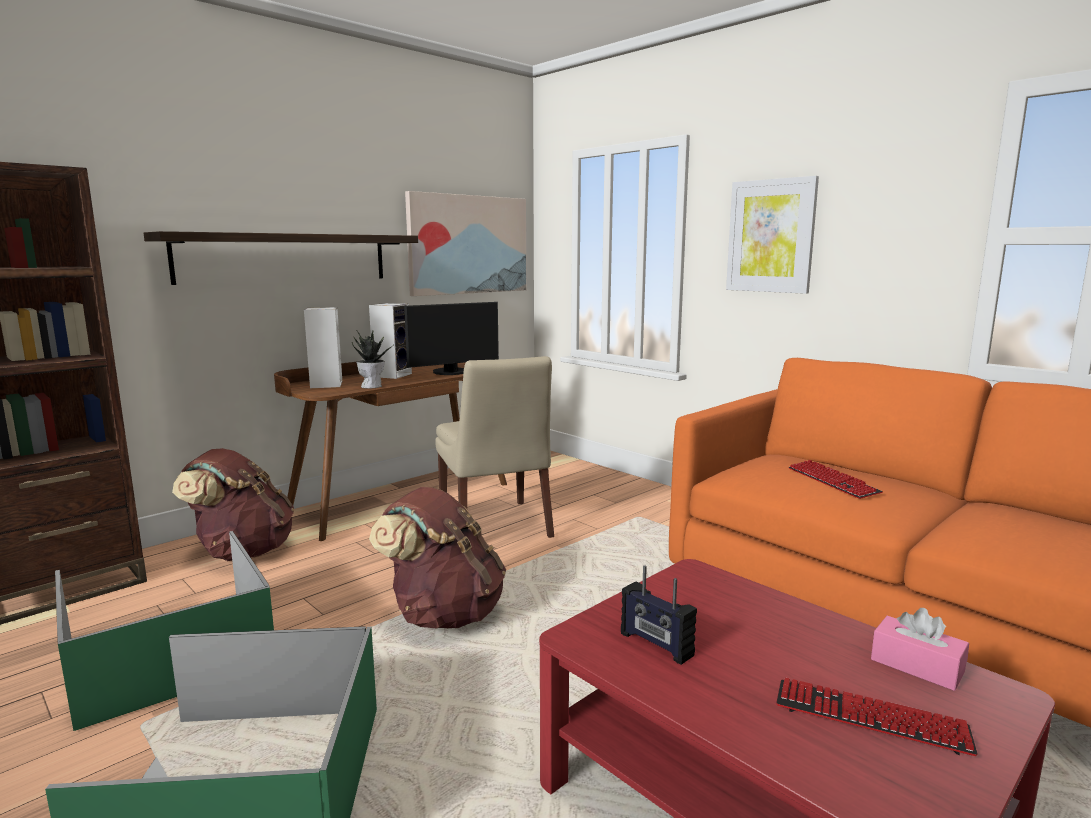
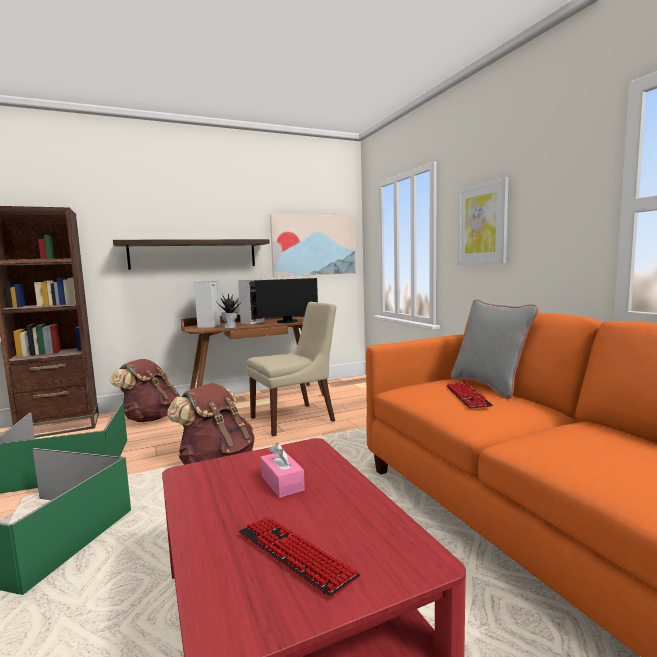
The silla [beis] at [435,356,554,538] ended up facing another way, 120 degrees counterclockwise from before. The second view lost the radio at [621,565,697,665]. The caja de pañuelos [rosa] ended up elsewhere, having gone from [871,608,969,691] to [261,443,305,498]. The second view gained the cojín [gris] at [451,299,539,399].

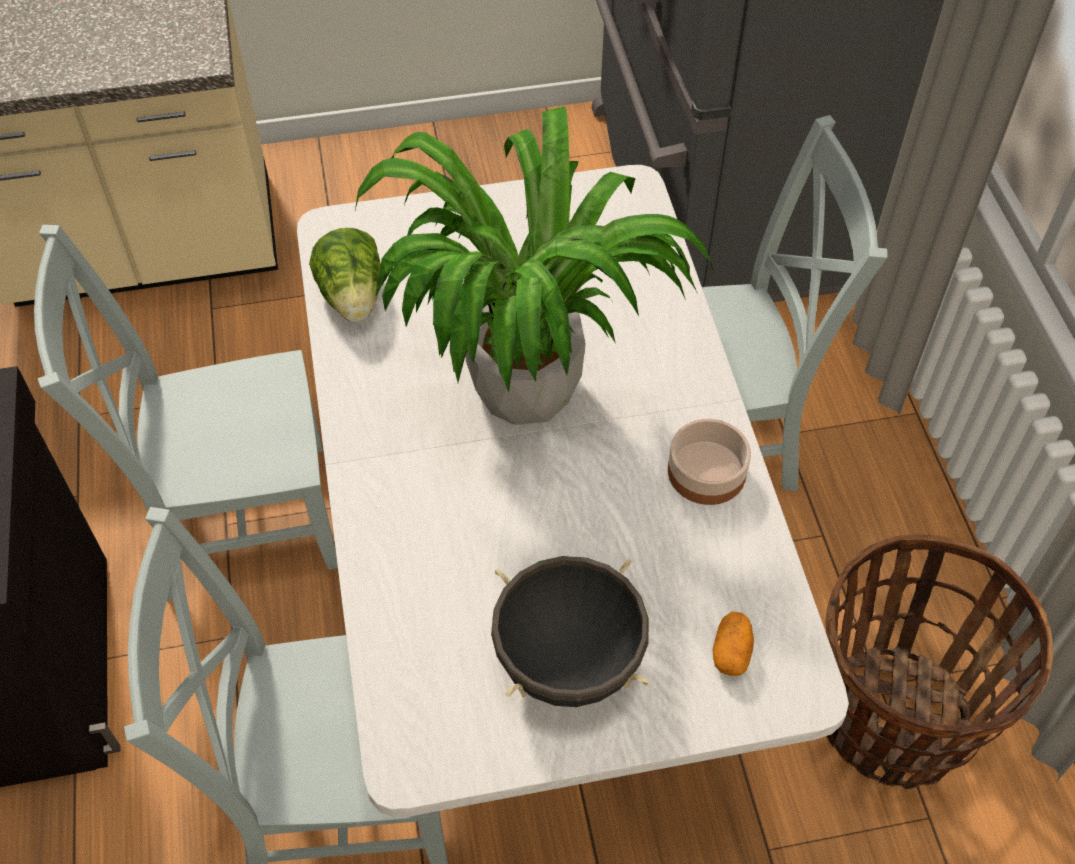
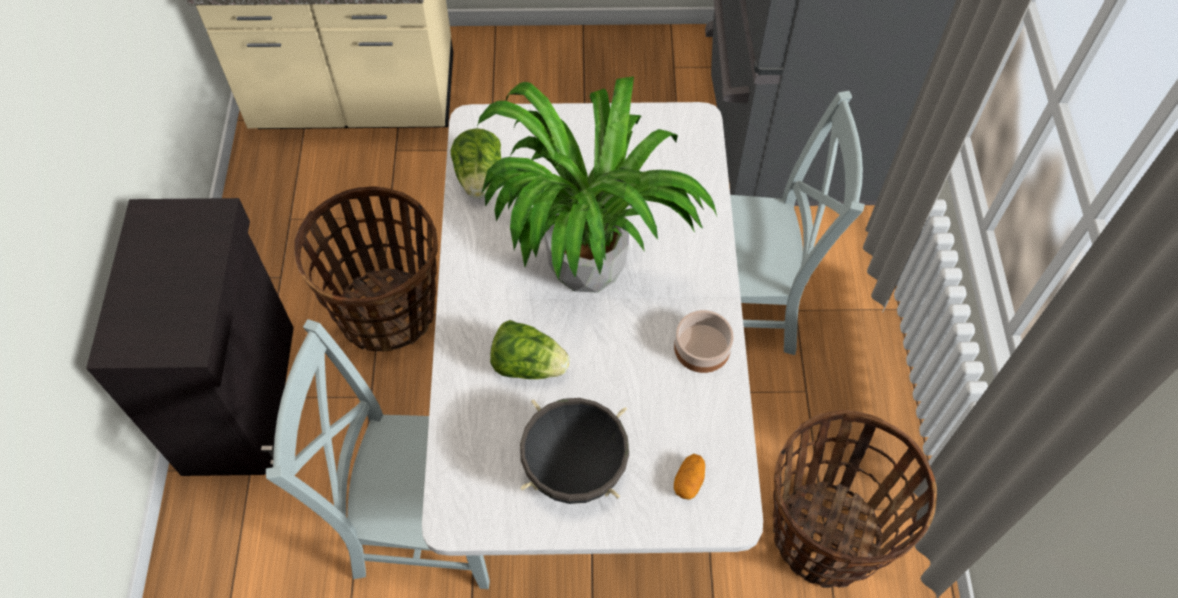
Where the silla [gris] stood at [34,225,338,601], the cesta came to stand at [294,186,438,352]. The second view gained the lechuga at [490,320,570,379].

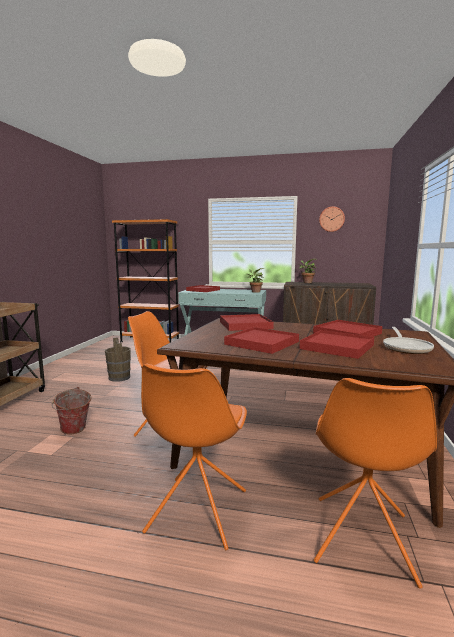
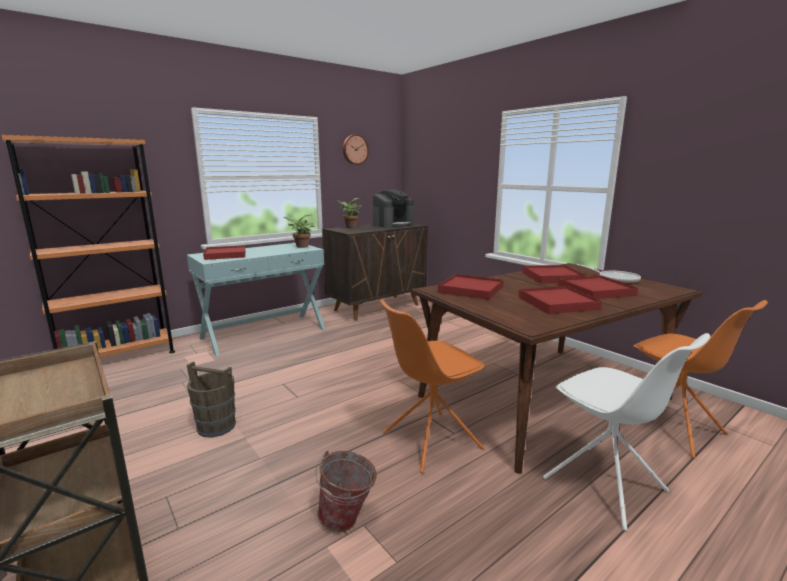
What was the silla [naranja] at [141,364,247,550] turned into the silla [blanco] at [543,333,710,531]. The second view gained the cafetera at [372,190,414,228].

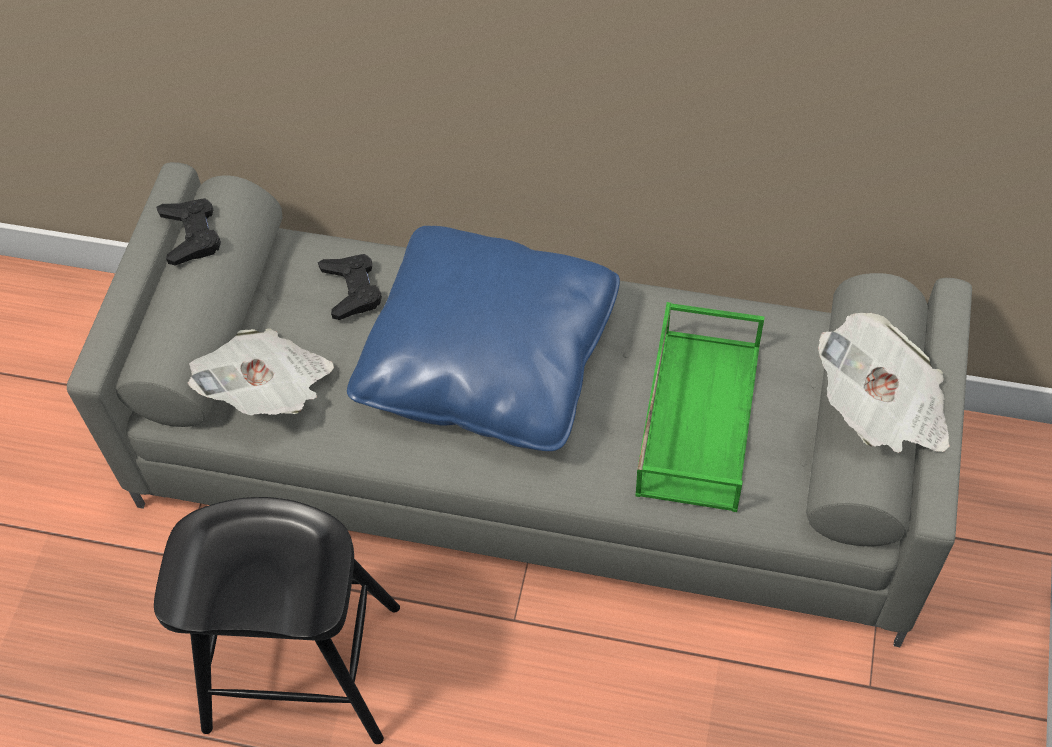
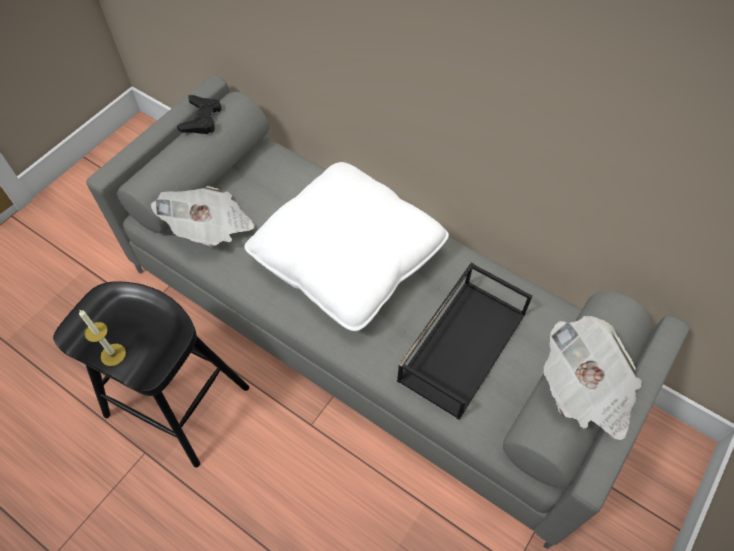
What was the cojín [azul] at [347,226,620,451] turned into the cojín [blanco] at [245,162,449,331]. The second view lost the mando de consola [negro] at [318,254,382,320]. What was the bandeja [verde] at [635,302,765,512] turned into the bandeja [negro] at [397,262,532,420]. The second view gained the vela at [79,310,126,366].

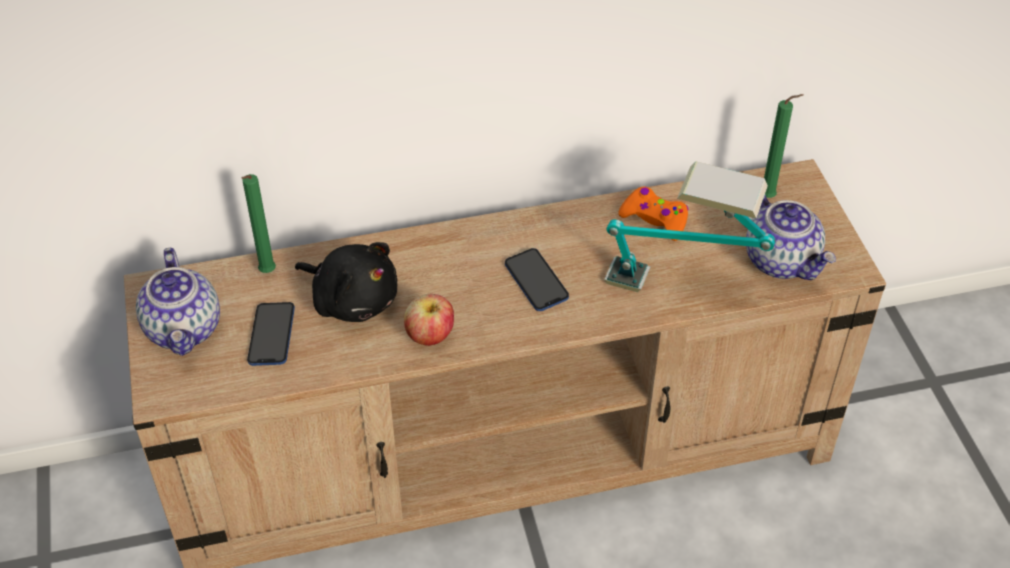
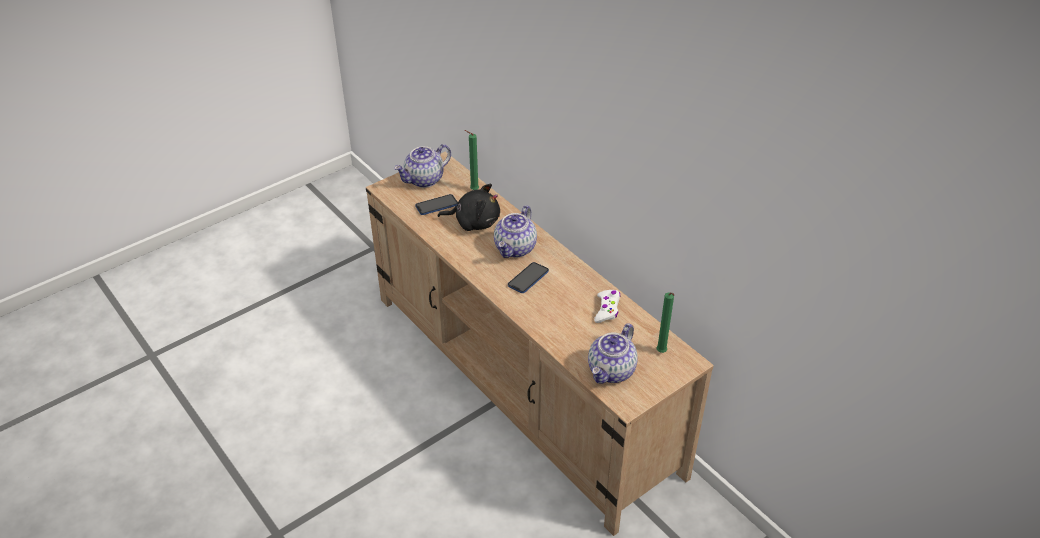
The second view lost the lámpara de mesa at [604,162,776,292]. What was the mando de consola [naranja] at [618,186,689,241] turned into the mando de consola [blanco] at [594,290,620,323]. The peluche [negro] at [295,242,397,322] ended up facing another way, 90 degrees counterclockwise from before. The second view lost the manzana at [404,294,454,346]. The second view gained the tetera at [494,205,537,258].

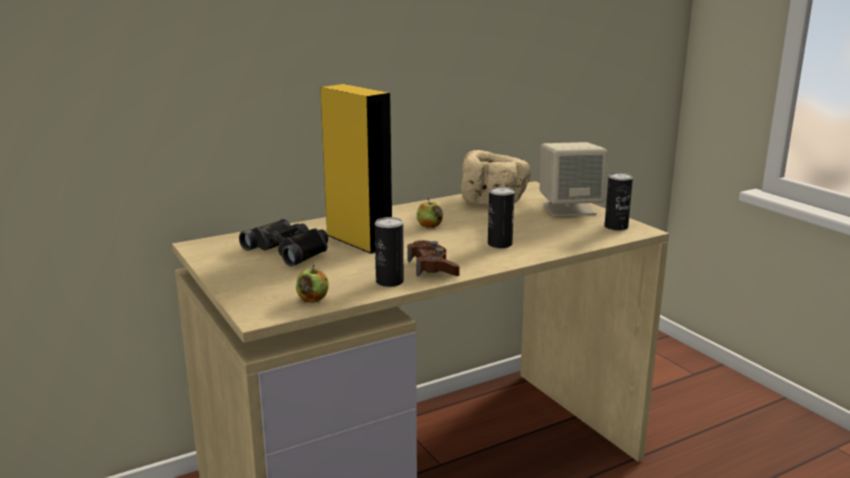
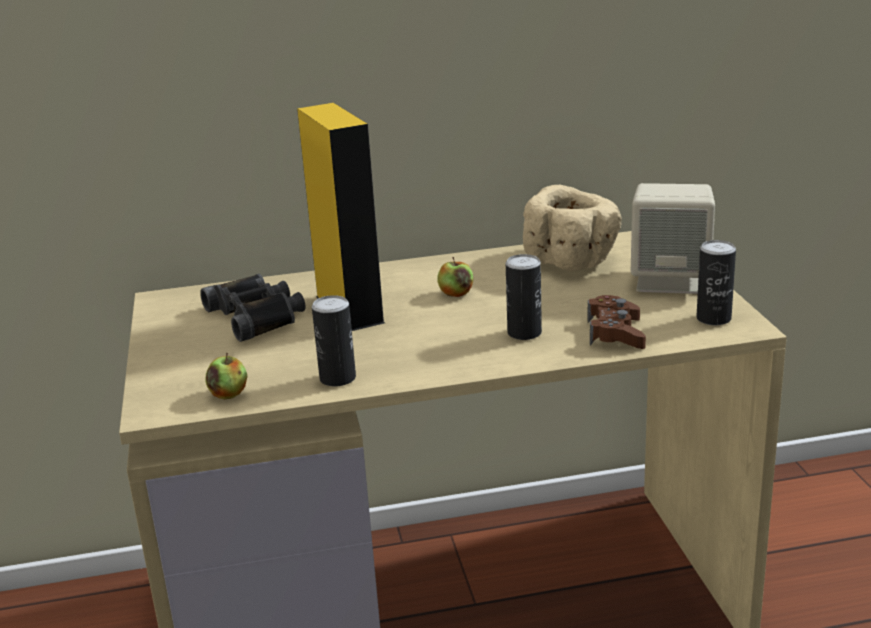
The mando de consola [marrón] ended up elsewhere, having gone from [407,240,460,277] to [587,295,646,349].

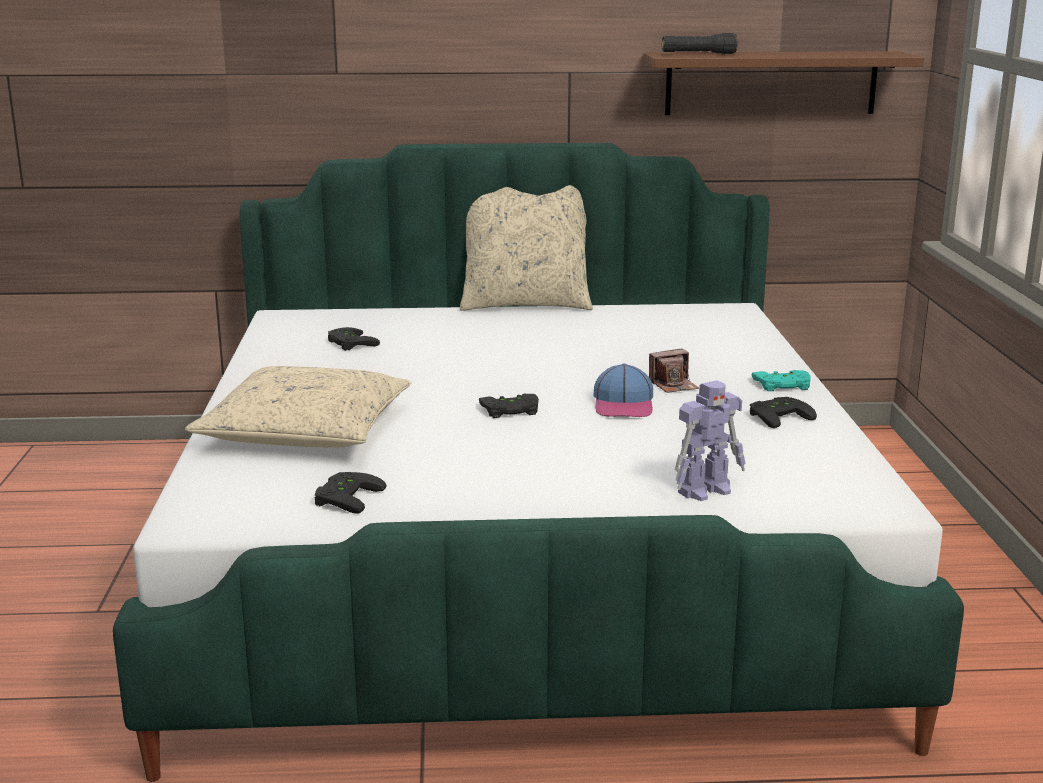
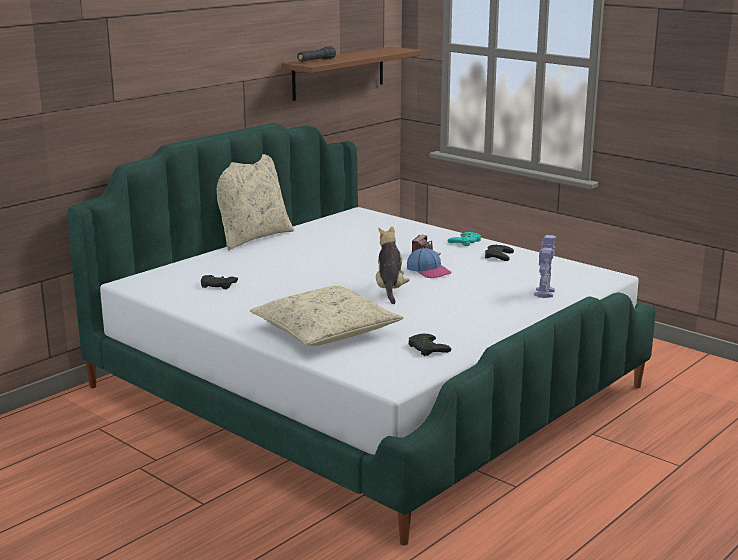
Where the mando de consola [negro] stood at [479,394,539,418], the peluche came to stand at [376,226,410,304].

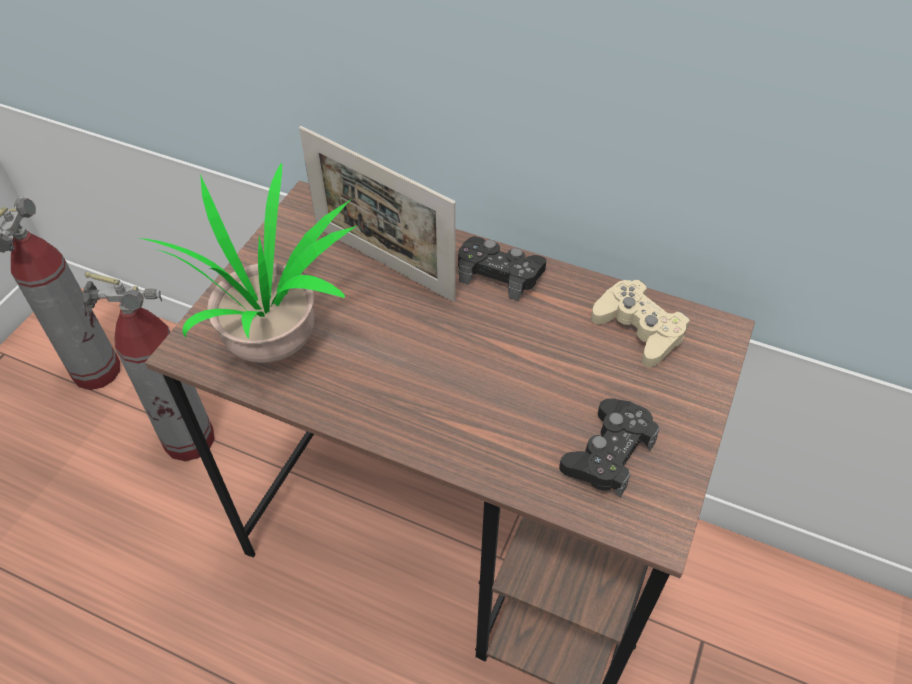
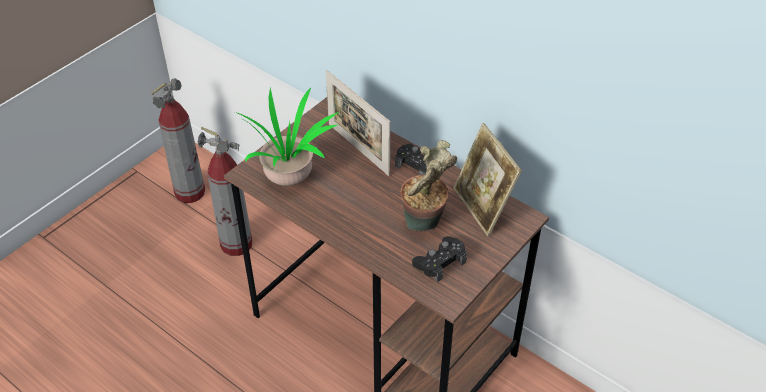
Where the mando de consola [beis] stood at [591,280,690,367], the portarretratos came to stand at [453,123,522,236]. The second view gained the planta en maceta at [400,140,457,231].

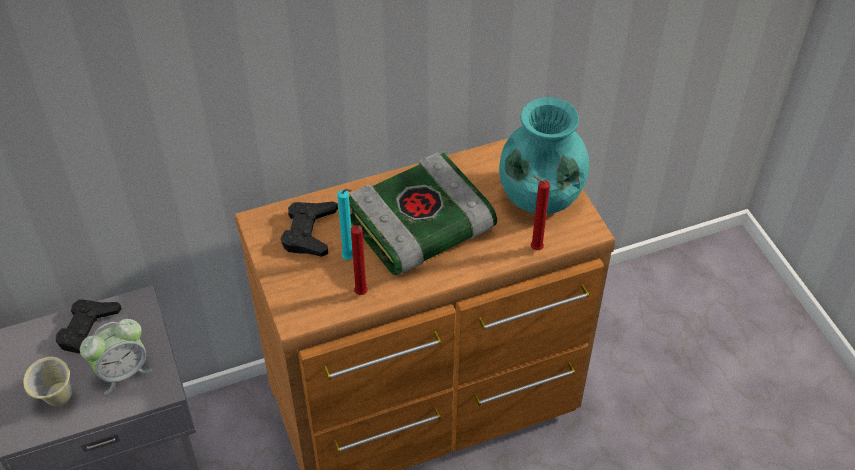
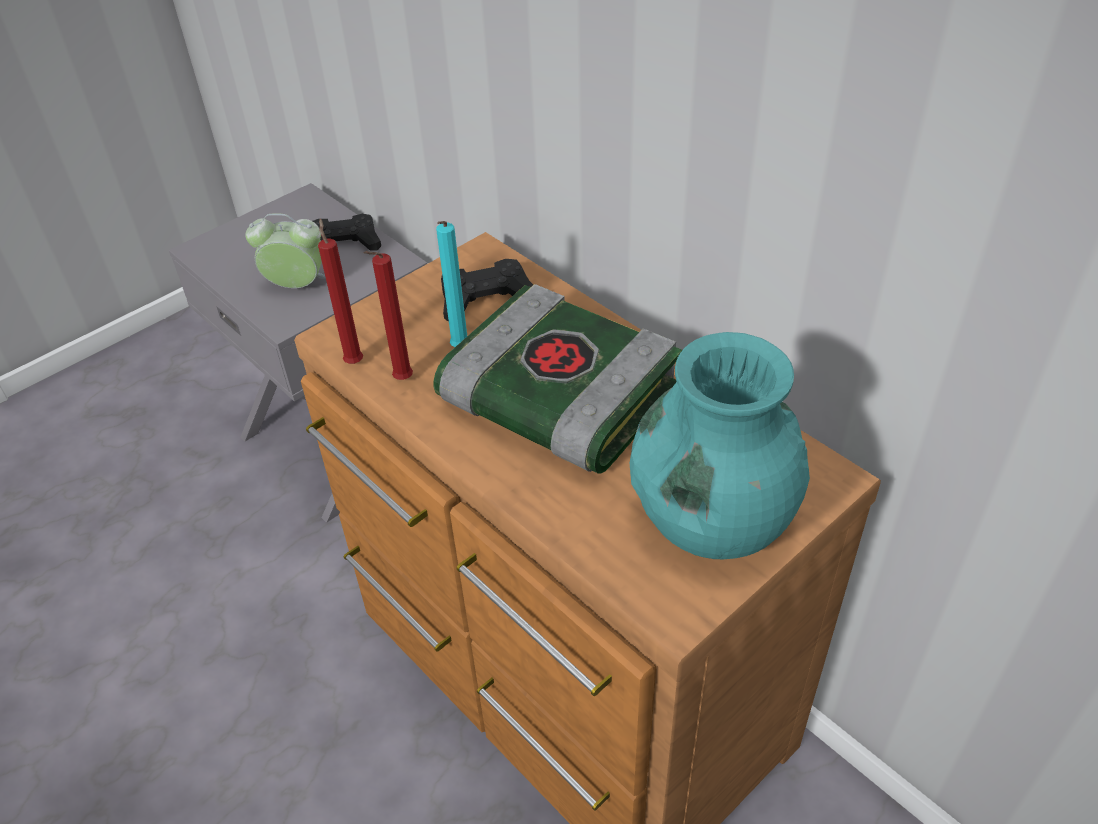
The vela [rojo] ended up elsewhere, having gone from [530,176,550,250] to [318,218,363,364]. The despertador at [80,319,153,394] ended up facing another way, 150 degrees clockwise from before. The second view lost the taza grande [beis] at [23,357,73,406].

